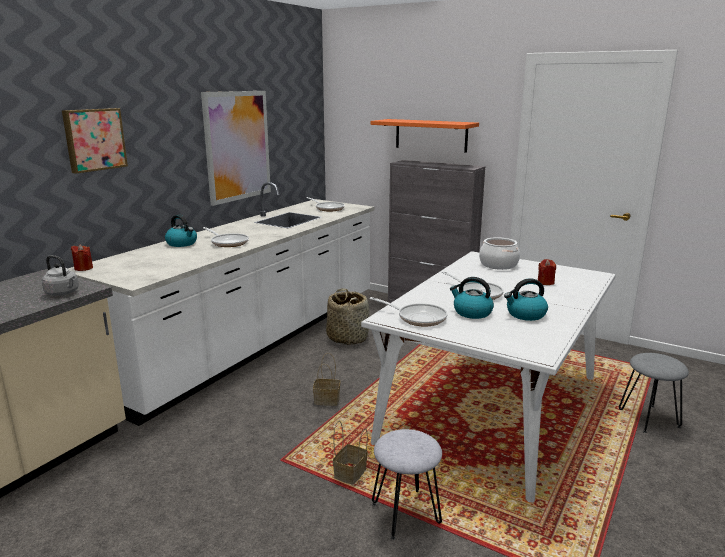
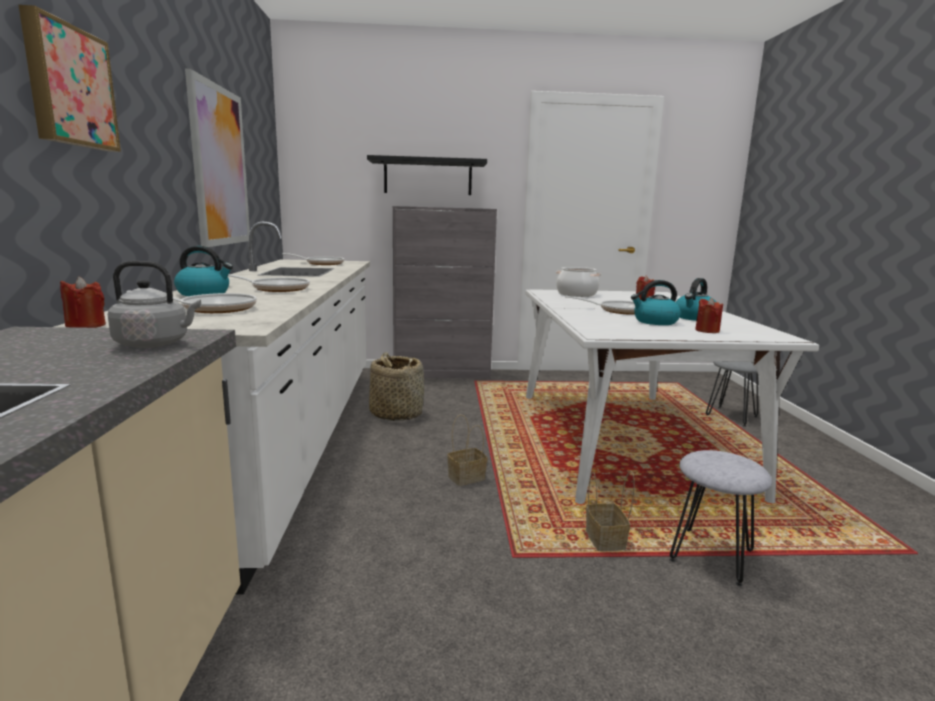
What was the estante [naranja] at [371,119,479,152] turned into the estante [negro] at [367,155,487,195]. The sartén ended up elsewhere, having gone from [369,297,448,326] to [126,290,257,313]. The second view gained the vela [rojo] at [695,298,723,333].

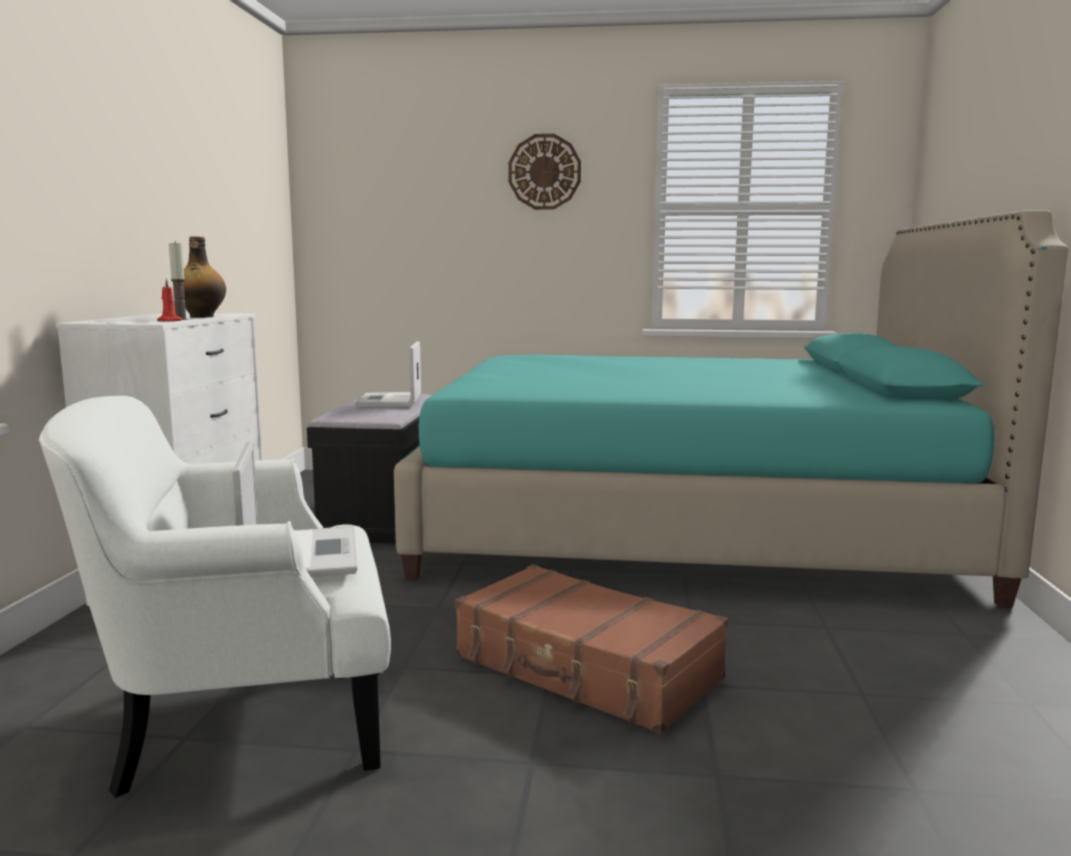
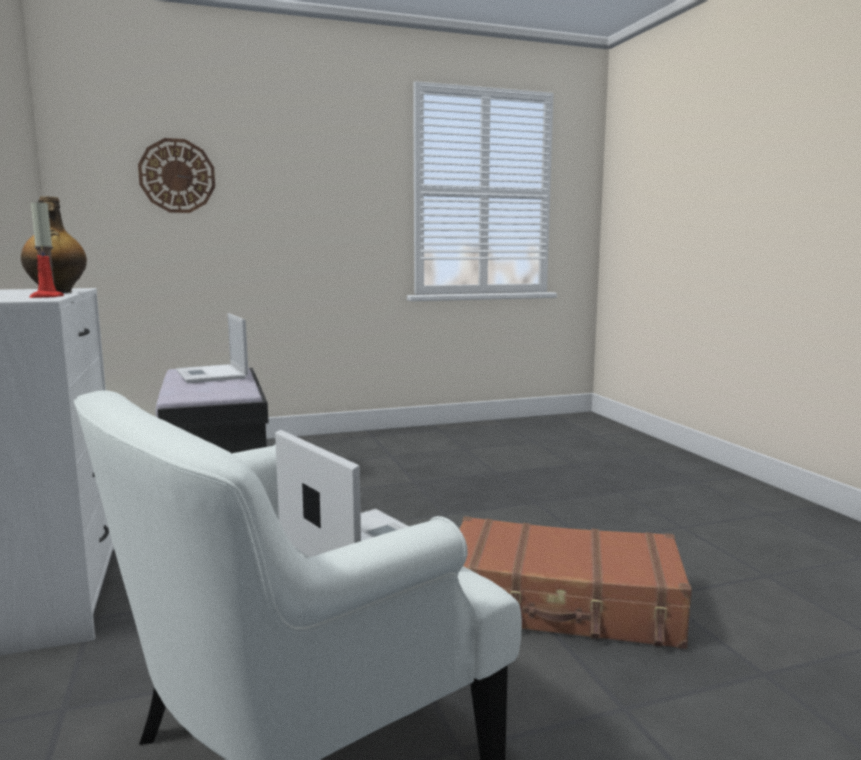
The reloj de pared ended up elsewhere, having gone from [508,134,581,210] to [138,138,215,213]. The second view lost the cama [turquesa] at [394,210,1068,608].

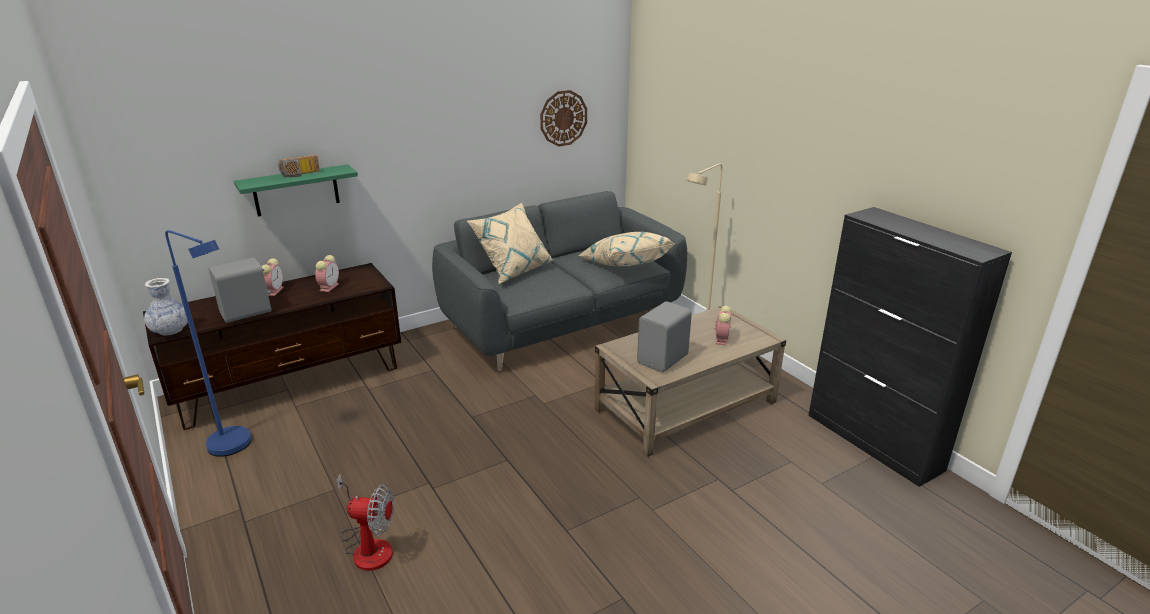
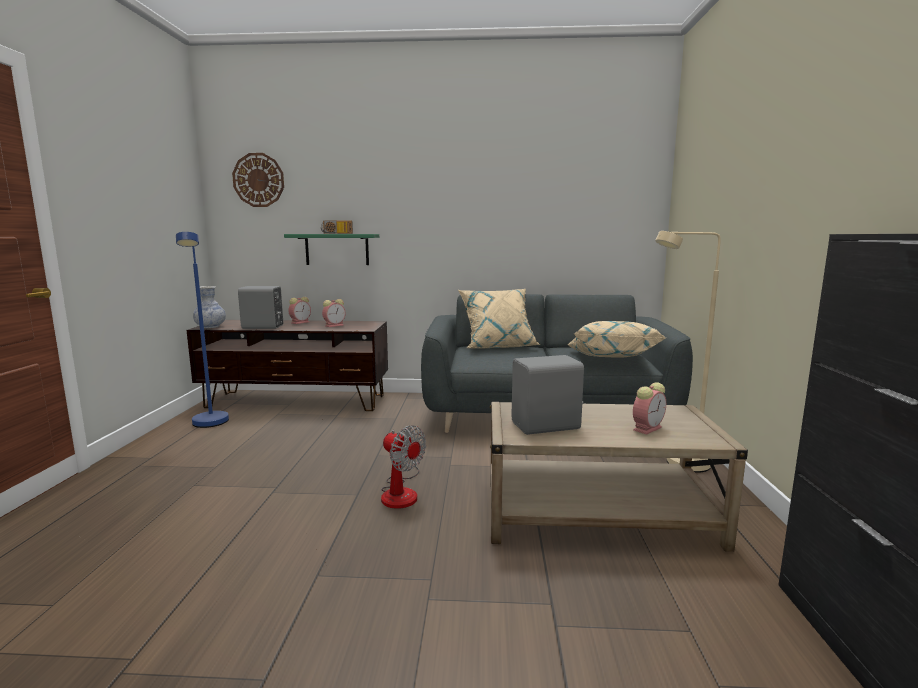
The reloj de pared ended up elsewhere, having gone from [540,90,587,147] to [232,153,284,207]. The ventilador ended up elsewhere, having gone from [337,474,394,571] to [381,425,426,509].

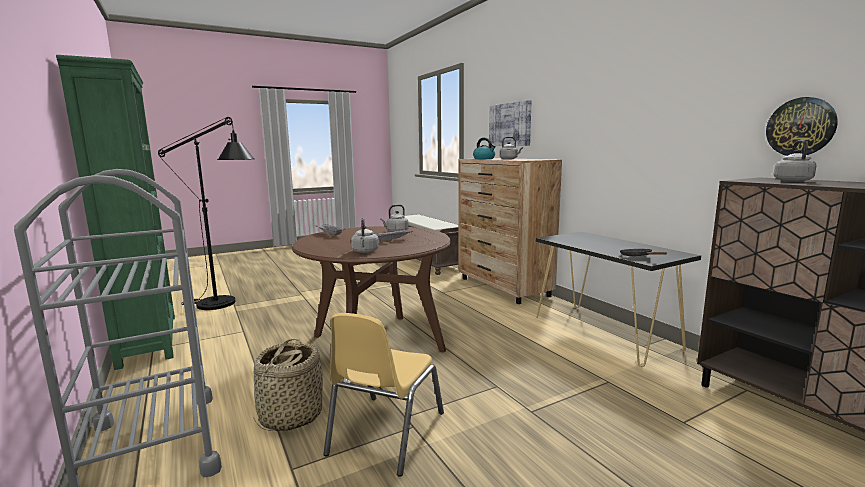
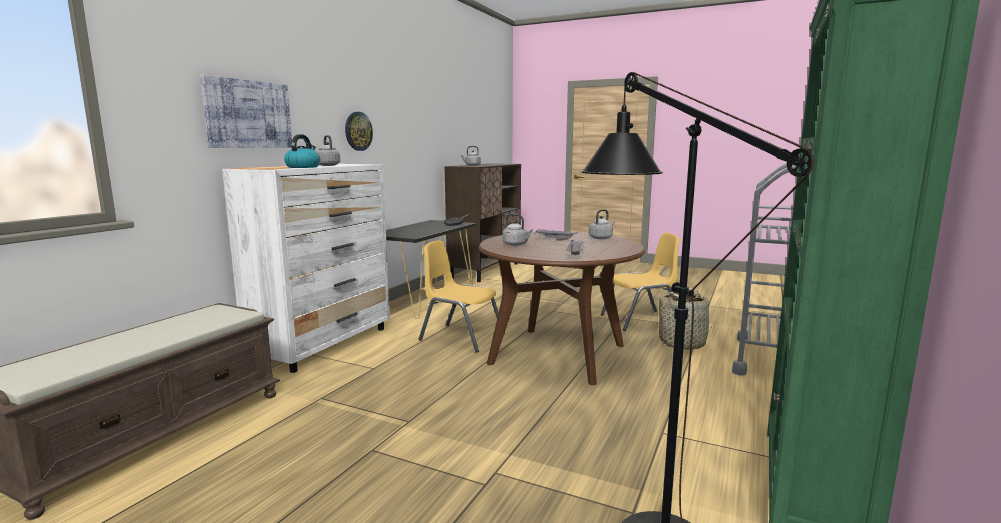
The reloj de pared ended up elsewhere, having gone from [766,97,838,156] to [345,112,373,151]. What was the cómoda [marrón] at [458,158,562,304] turned into the cómoda [blanco] at [222,164,390,373]. The second view gained the silla [amarillo] at [419,240,505,353].

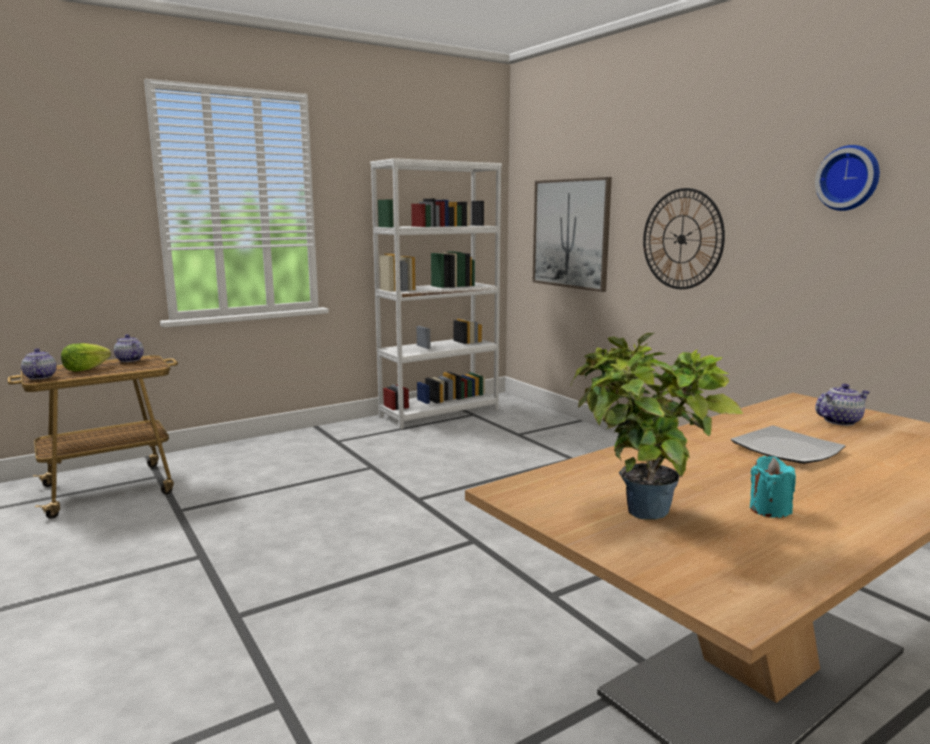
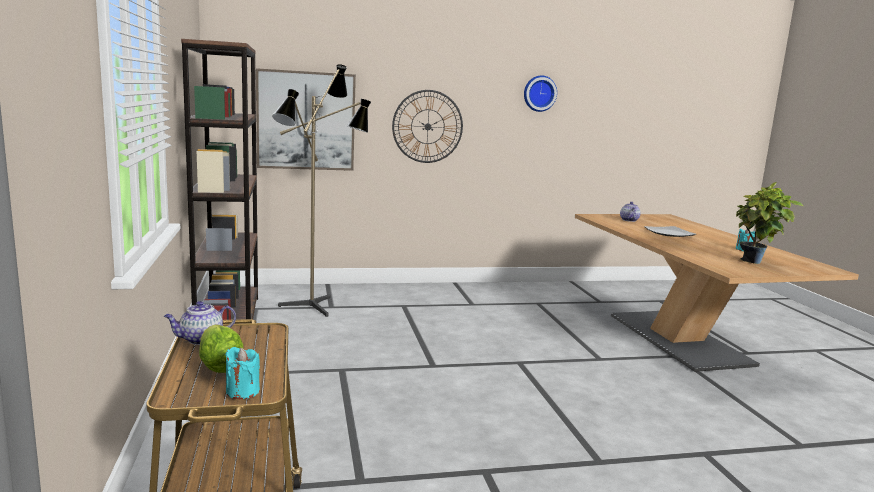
What was the estantería [blanco] at [370,158,502,429] turned into the estantería [marrón] at [181,39,258,324]. Where the tetera stood at [21,348,56,379], the vela [turquesa] came to stand at [225,347,260,399]. The second view gained the lámpara de pie at [272,64,371,317].

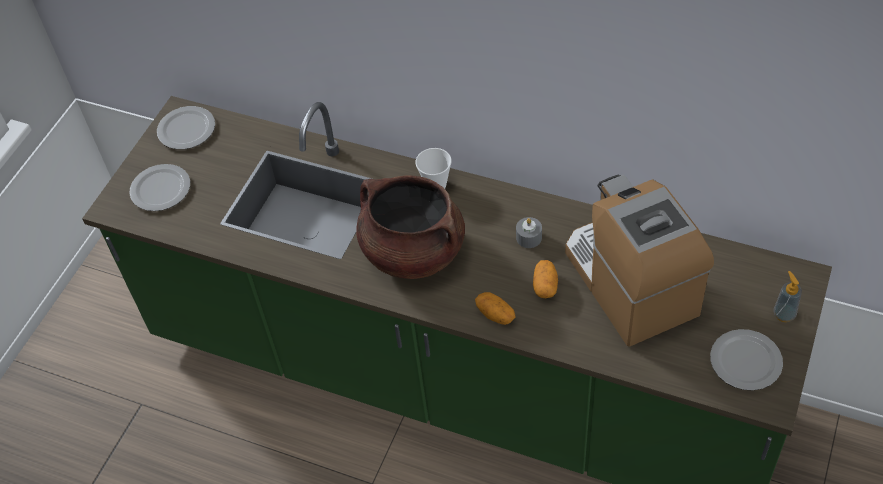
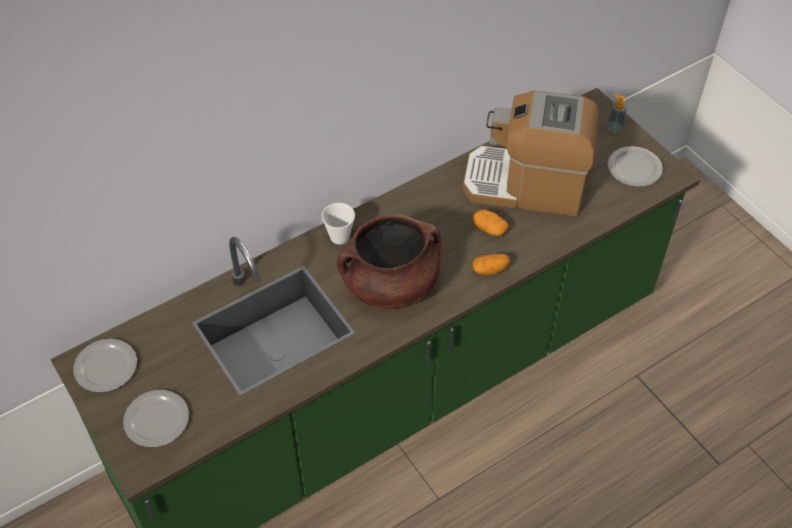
The second view lost the vela [gris] at [516,217,542,248].

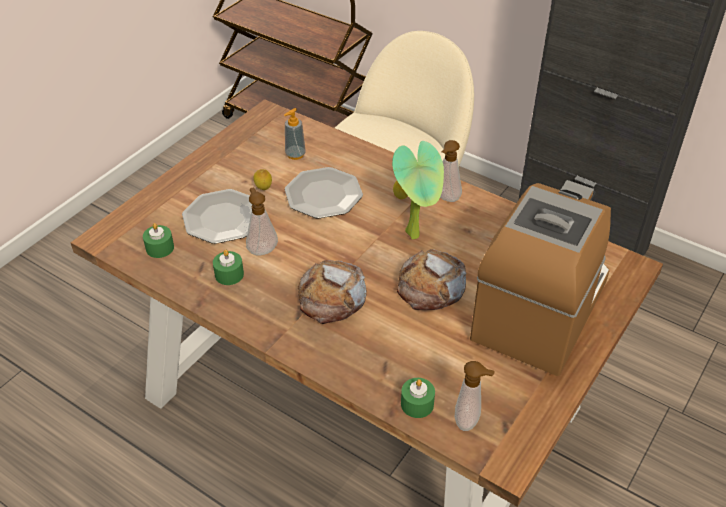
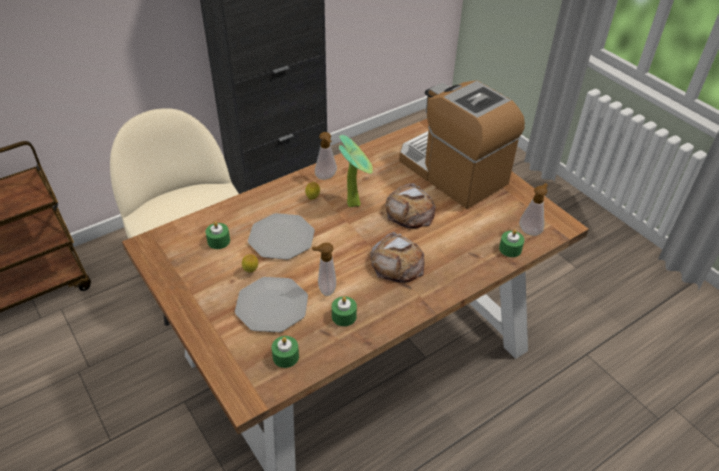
Where the dispensador de jabón stood at [284,108,306,160], the vela [verde] came to stand at [206,221,230,249].

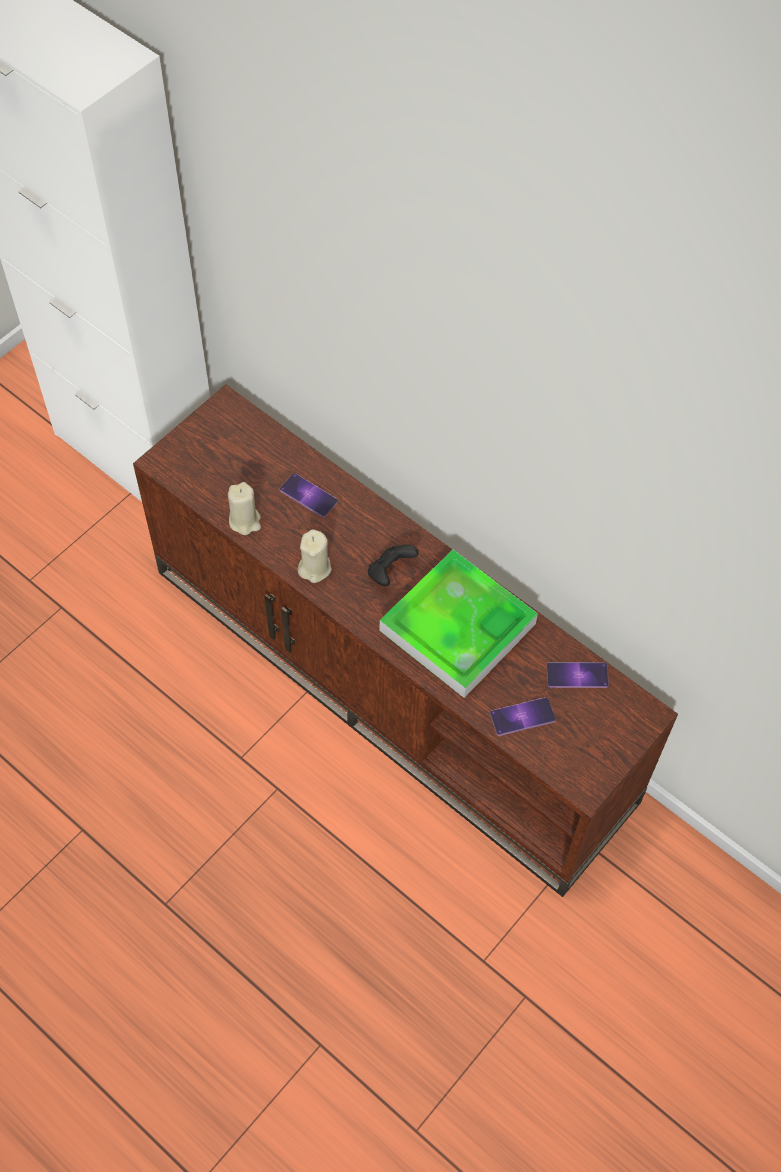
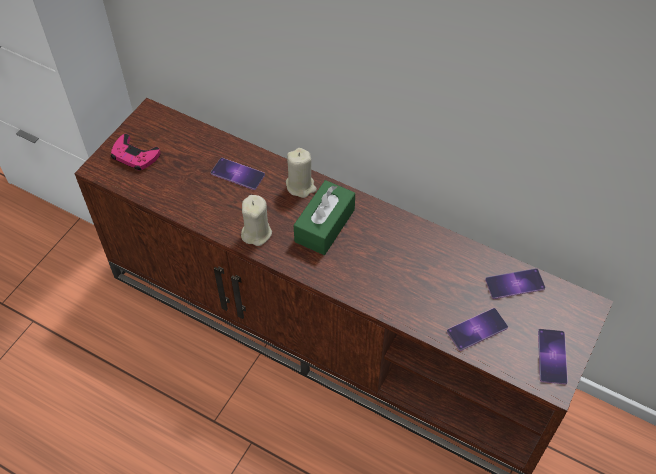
The vela [beis] ended up elsewhere, having gone from [228,482,261,535] to [286,148,317,198]. Where the mando de consola [negro] stood at [368,544,418,586], the caja de pañuelos [verde] came to stand at [294,180,355,255]. The second view lost the bandeja at [380,550,538,698]. The second view gained the mando de consola [rosa] at [111,134,161,171]. The second view gained the móvil at [538,329,568,385].

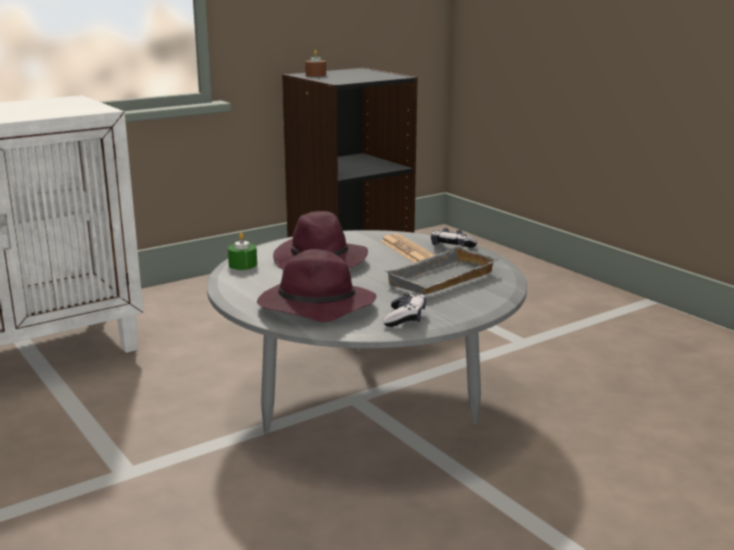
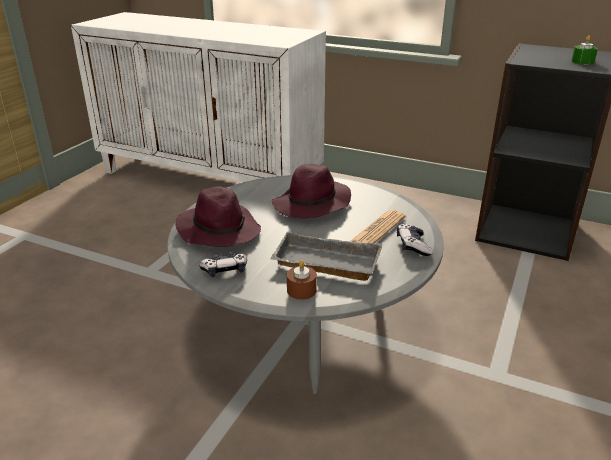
The vela [marrón] ended up elsewhere, having gone from [305,50,326,77] to [287,260,317,300]. The vela [verde] ended up elsewhere, having gone from [228,232,257,270] to [571,35,598,65].

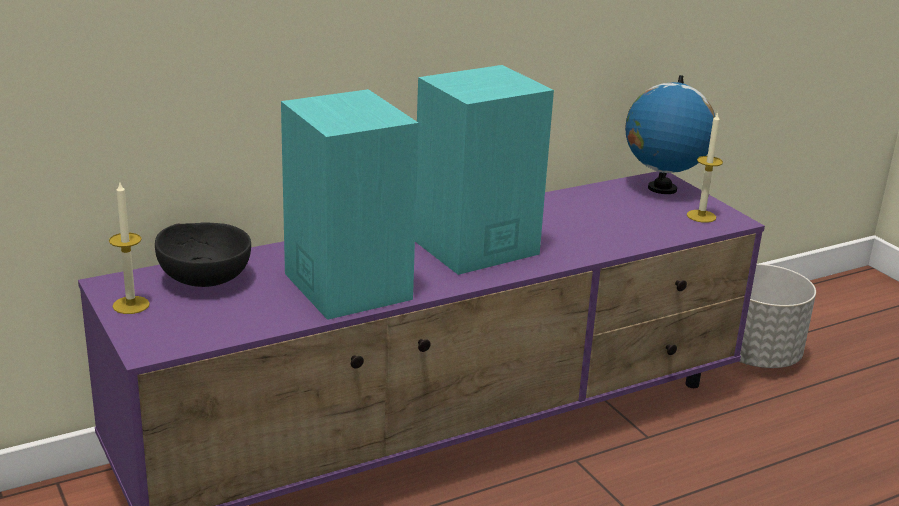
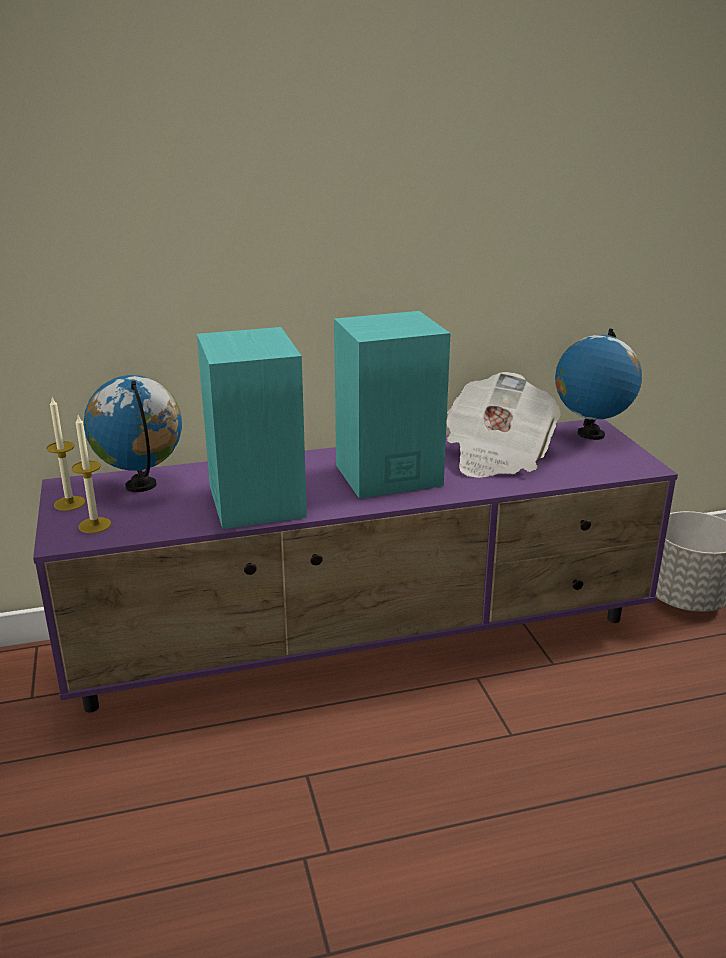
The vela ended up elsewhere, having gone from [687,112,723,223] to [72,416,111,533]. Where the cuenco [negro] stood at [155,222,251,287], the globo terráqueo came to stand at [84,375,182,492]. The second view gained the periódico at [446,372,561,478].

